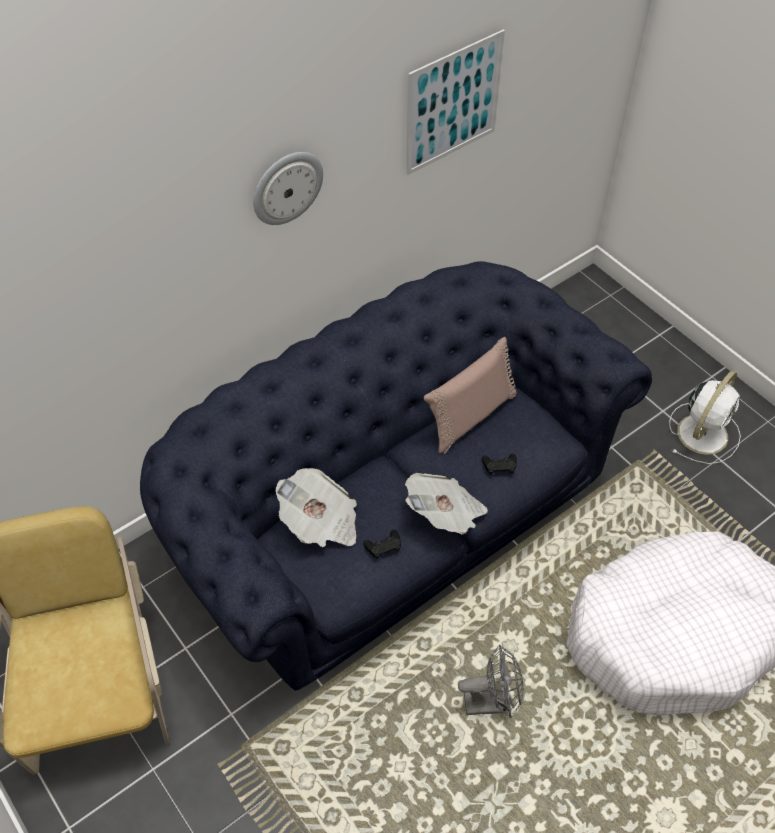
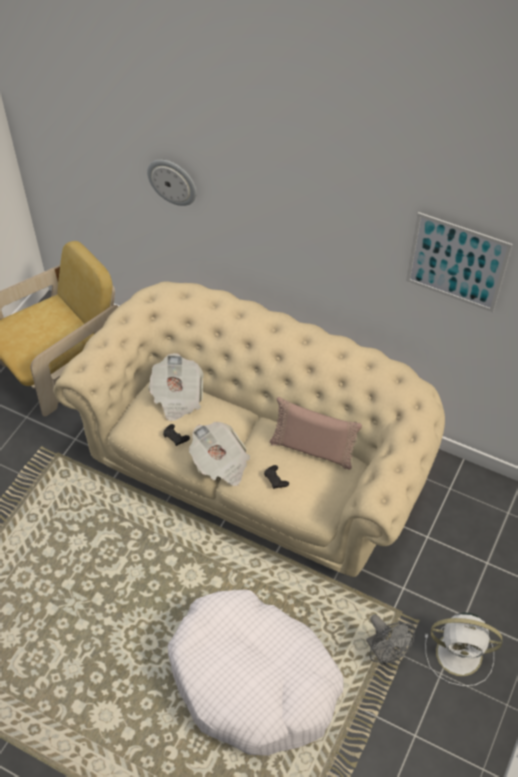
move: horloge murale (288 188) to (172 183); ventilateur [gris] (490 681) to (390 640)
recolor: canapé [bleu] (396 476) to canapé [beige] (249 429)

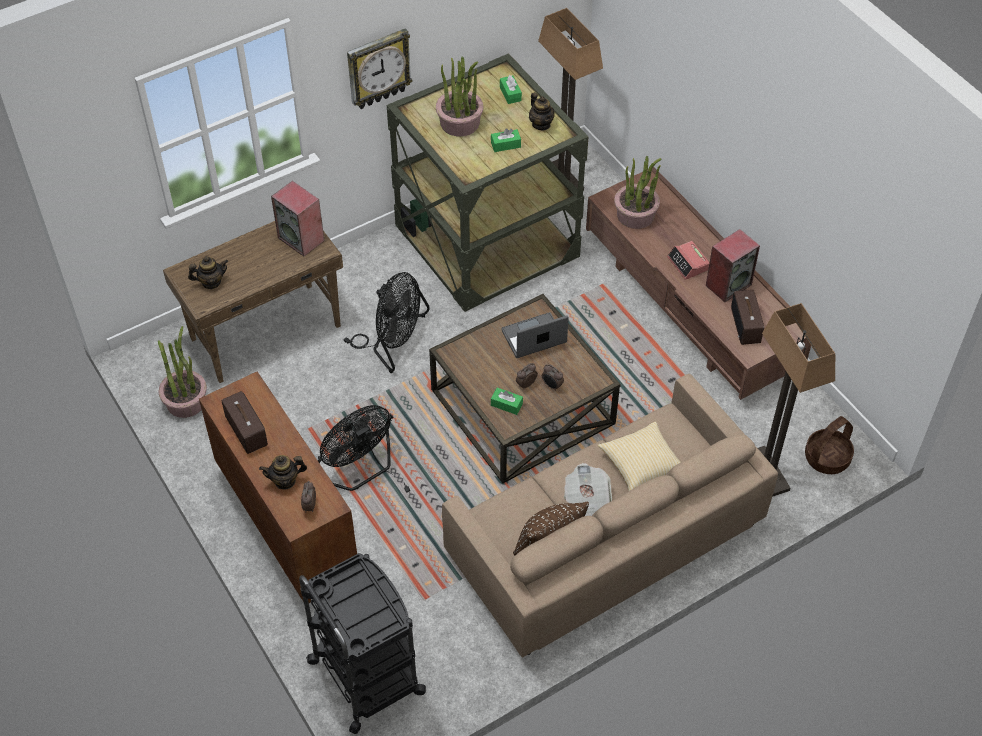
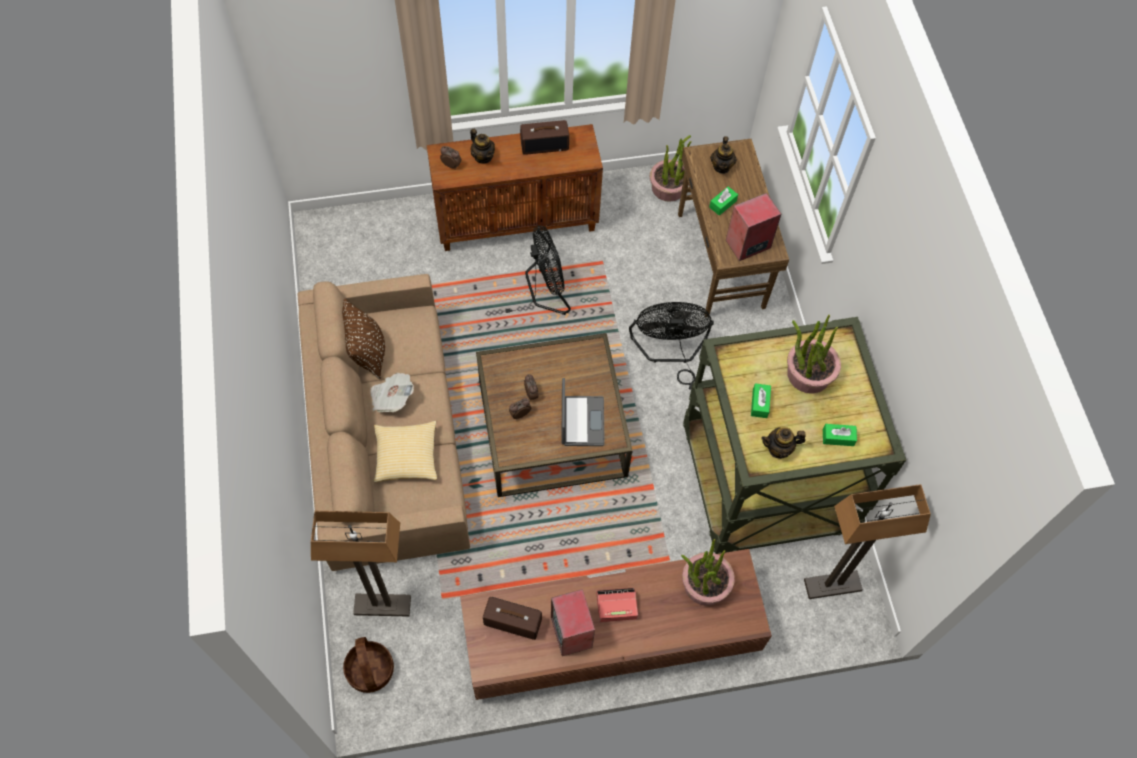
delete: chariot [noir] (362 643); horloge murale (379 68)
move: boîte à mouchoirs [vert] (507 401) to (723 201)
rotate: théière (283 472) = (482 146) 135 degrees clockwise; ventilateur [noir] (387 322) = (671 345) 135 degrees clockwise

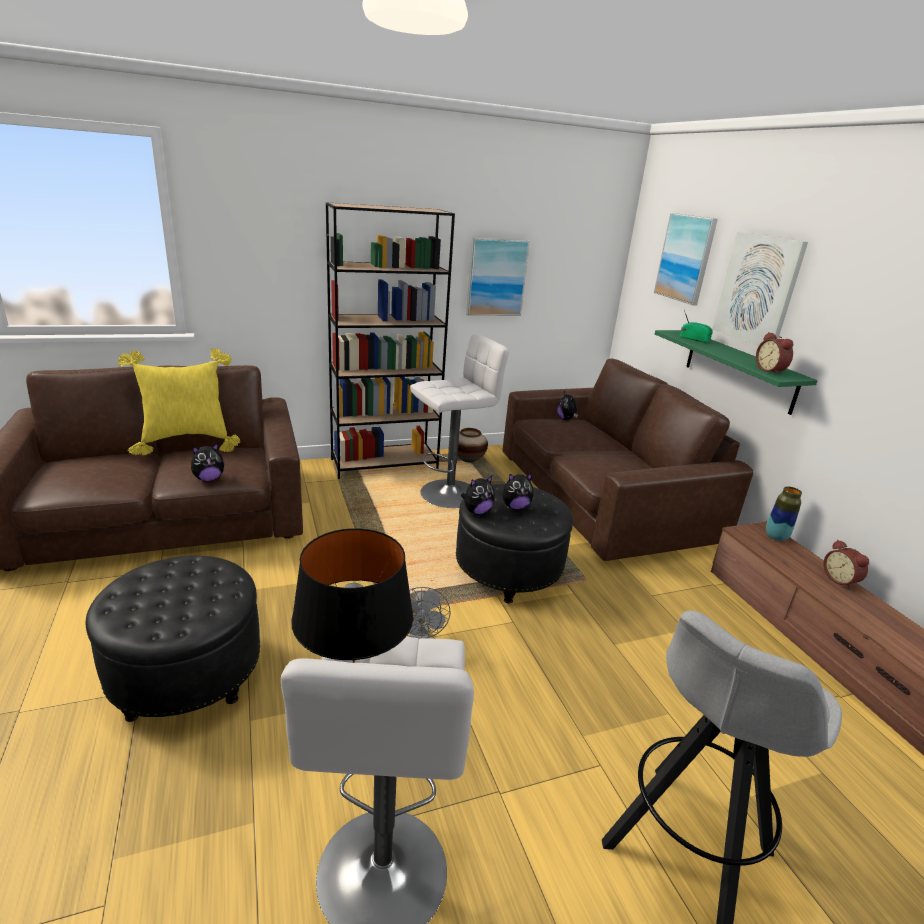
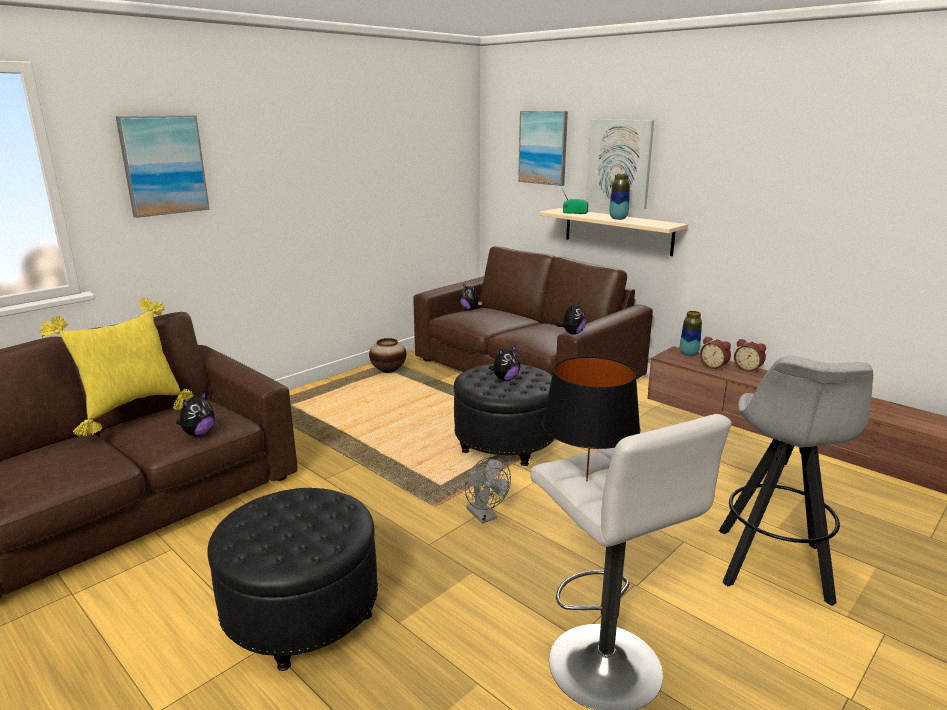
delete: bibliothèque [beige] (390 340); tabouret [blanc] (459 421)
insert: vase (619 197)
move: peluche (478 495) to (570 318); tableau (498 276) to (163 166); réveil (774 353) to (715 353)
recolor: étagère [vert] (736 372) to étagère [beige] (613 232)

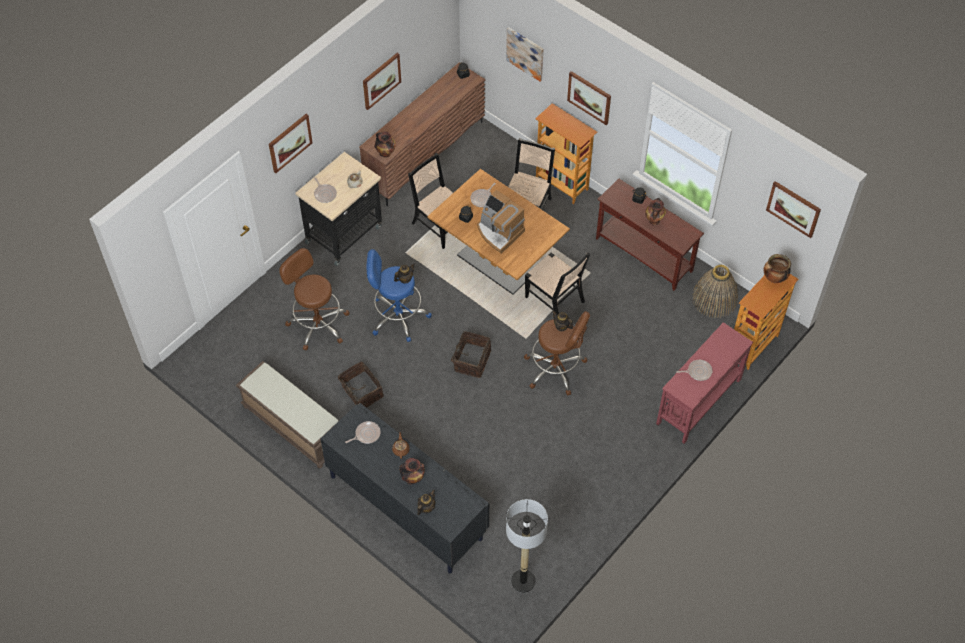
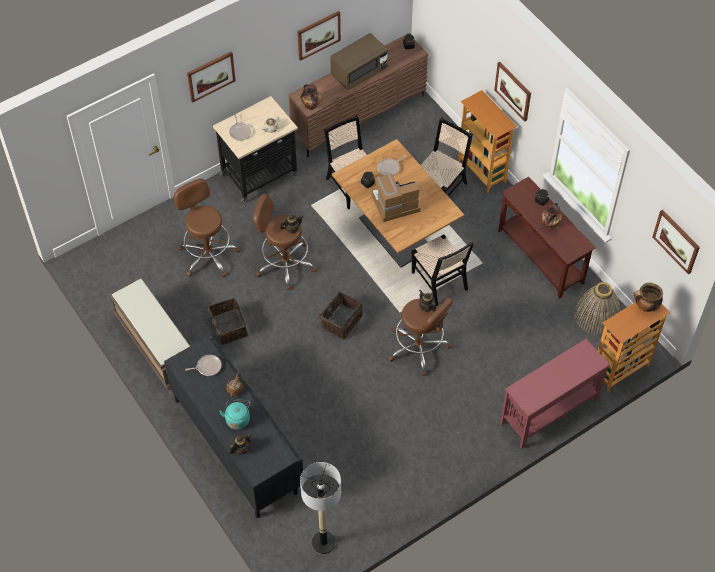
delete: tableau (525 54); poêle (694 370)
insert: micro-ondes [marron] (359 62)
replace: vase (412 471) to bouilloire [turquoise] (234 414)
recolor: tabouret [bleu] (399 295) to tabouret [marron] (285 242)
rotate: machine à café (501 222) = (395 197) 105 degrees clockwise

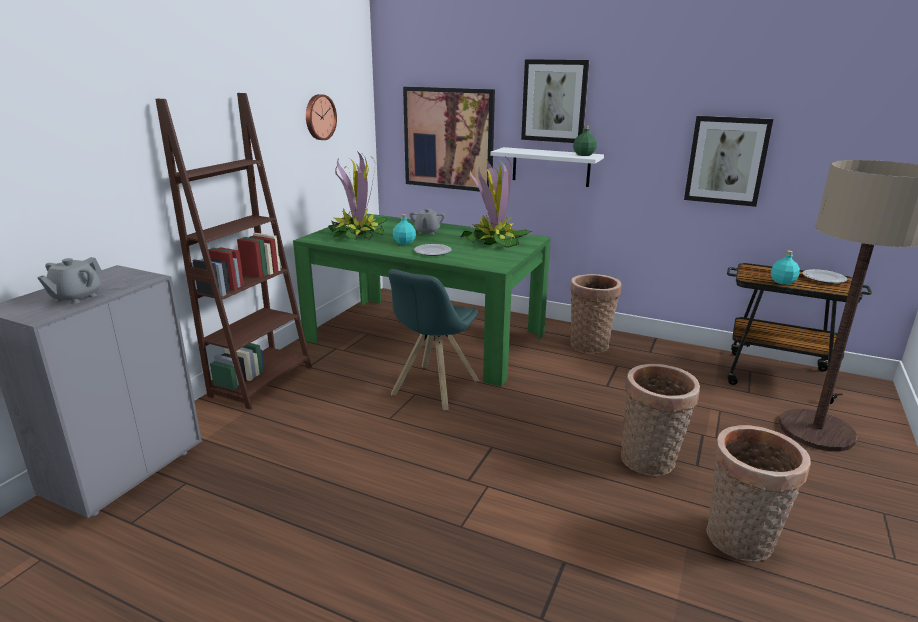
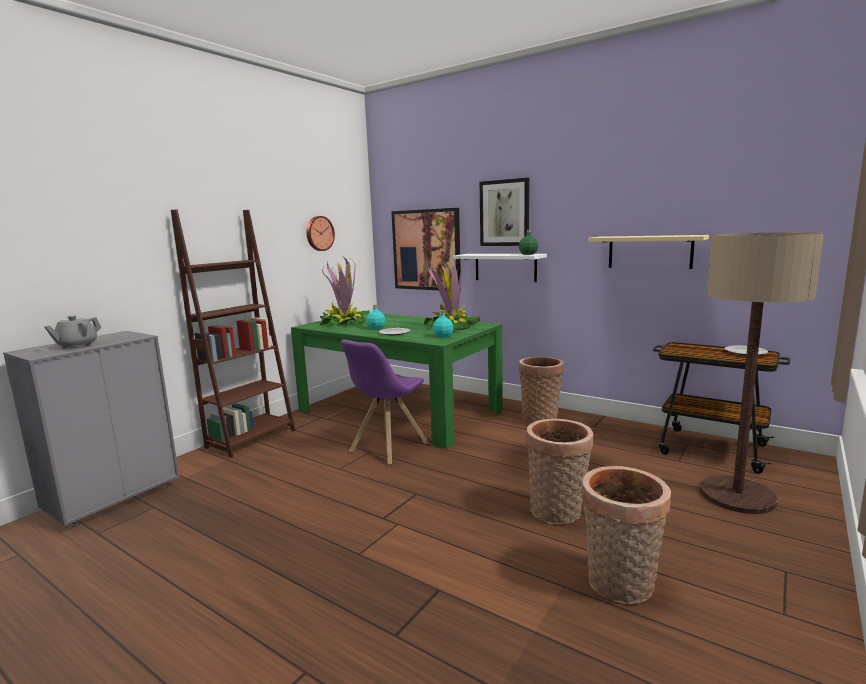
delete: théière [gris] (427 221)
move: bouteille [turquoise] (785 268) to (443 324)
replace: tableau (728 161) to étagère [beige] (648 252)
recolor: chaise [turquoise] (433 340) to chaise [violet] (385 402)

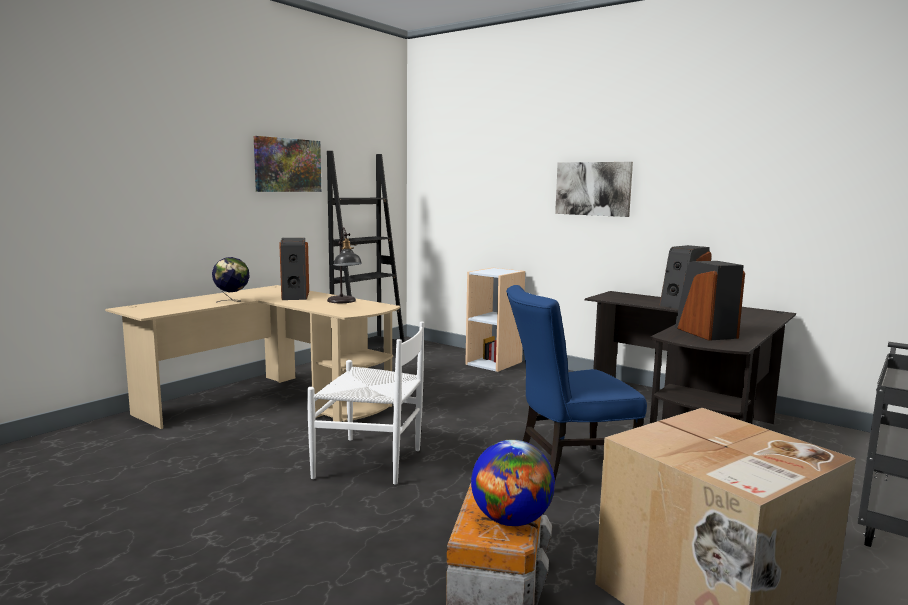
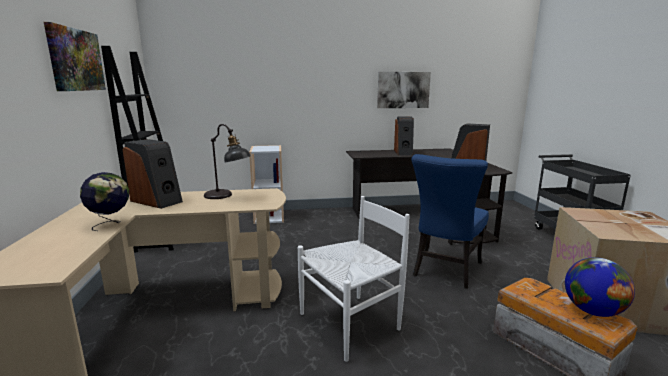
move: tableau (594 189) to (404 90)

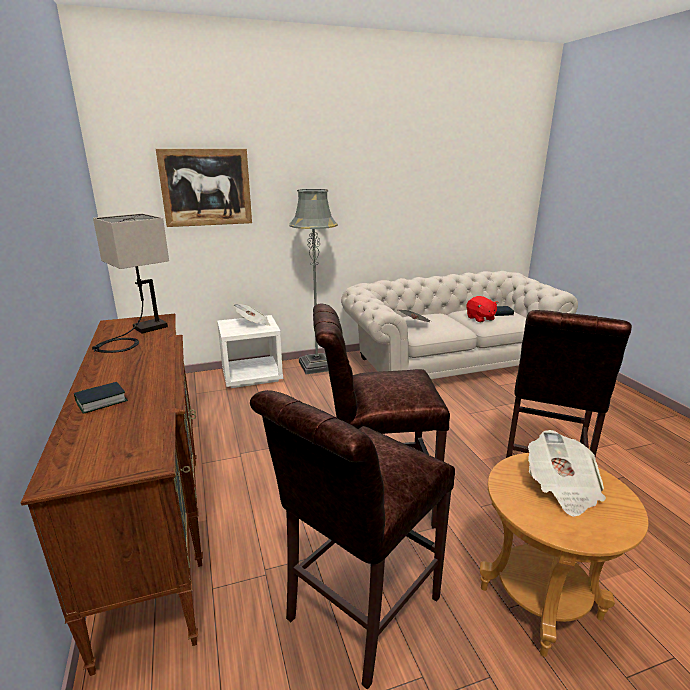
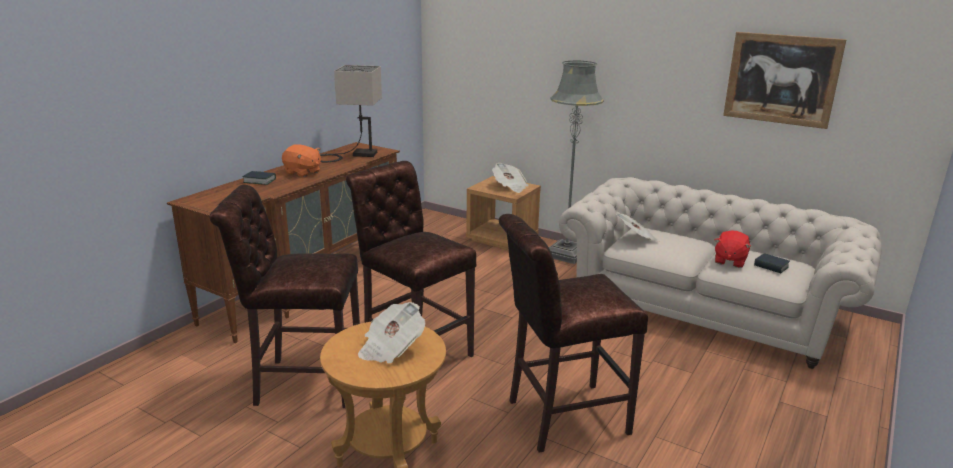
insert: peluche [orange] (301 160)
move: tableau (204 188) to (785 80)
recolor: table de chevet [blanc] (250 351) to table de chevet [marron] (503 213)

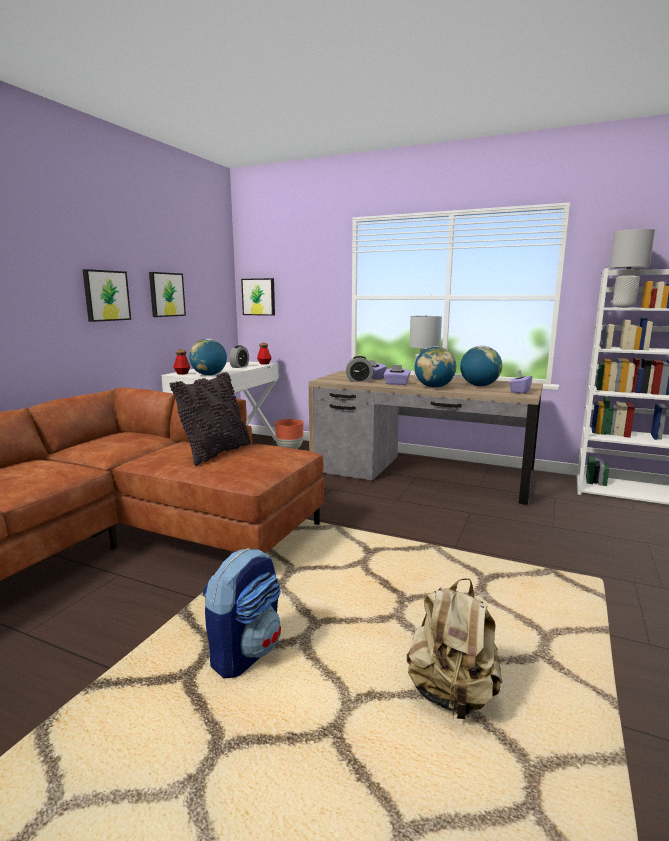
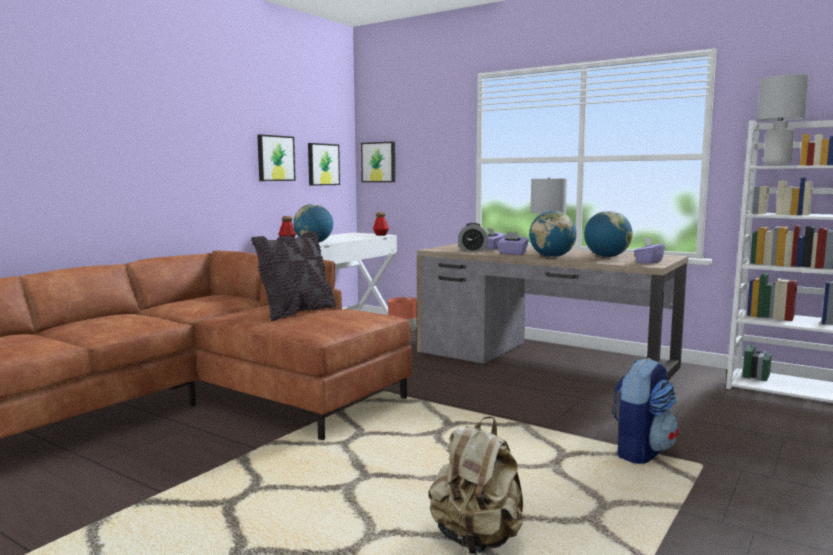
delete: réveil (239 356)
move: tableau (106 295) to (324 164); sac à dos (242 613) to (646 411)

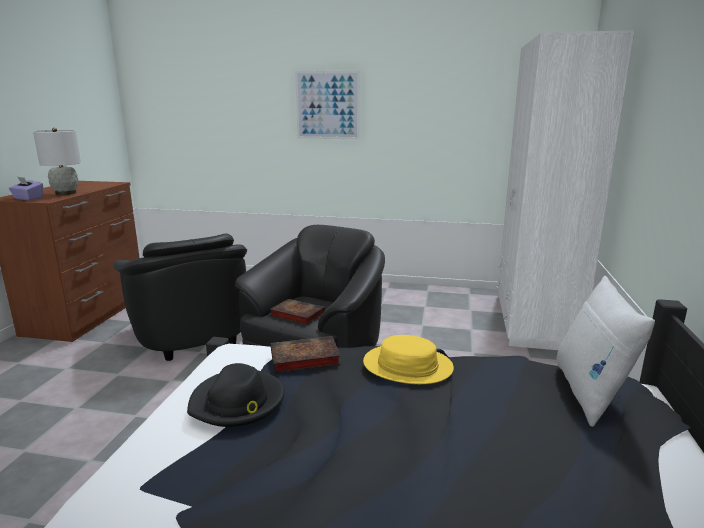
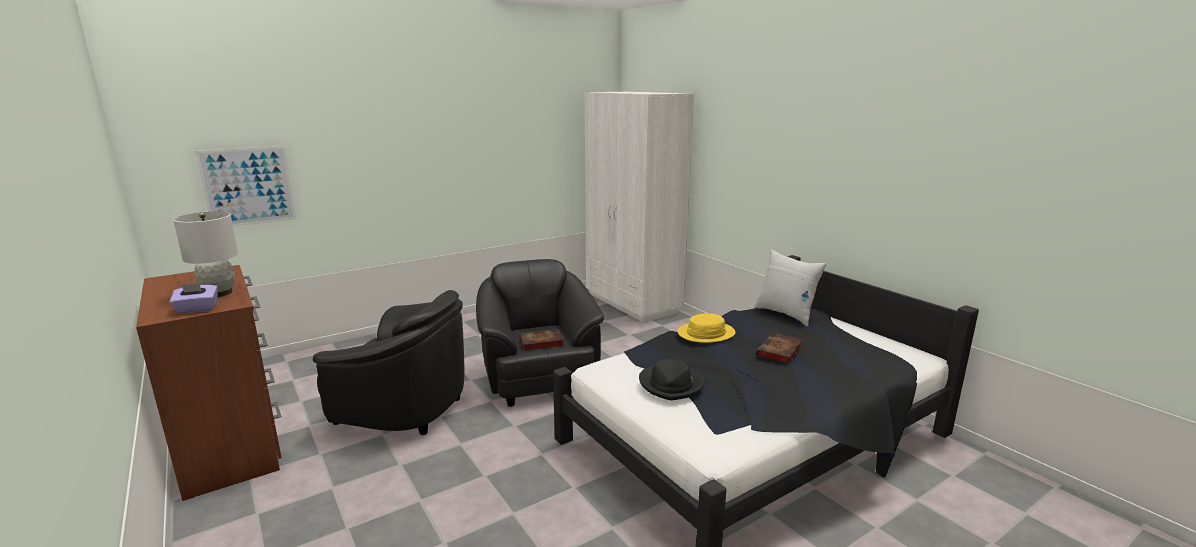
move: livre (306 354) to (780 348); tableau (327 105) to (245 186)

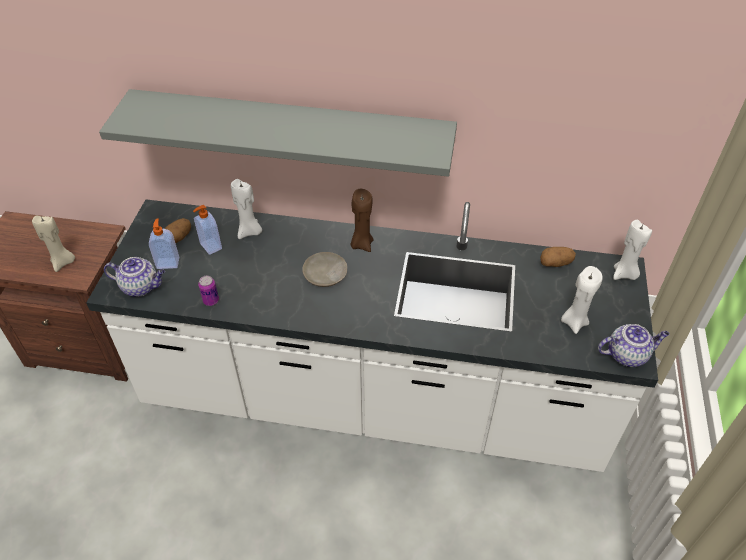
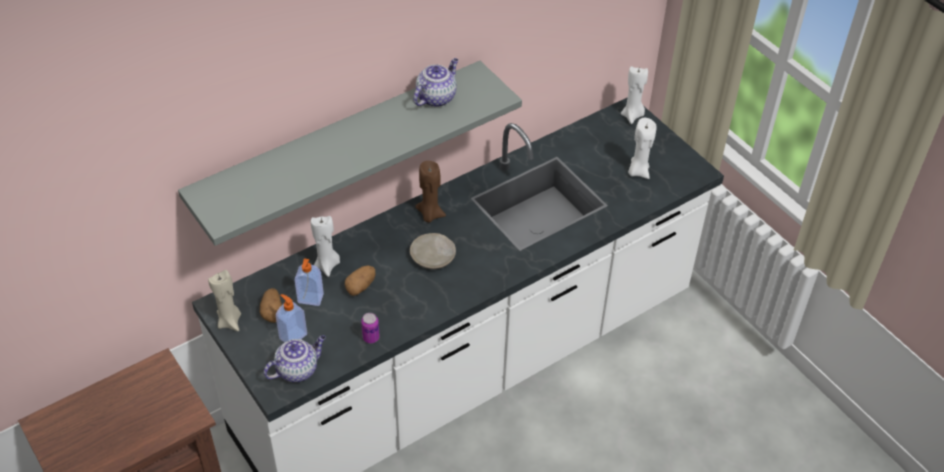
move: bougie [beige] (53 243) to (224 300); pomme de terre (558 257) to (360 281); théière (633 345) to (435 82)

